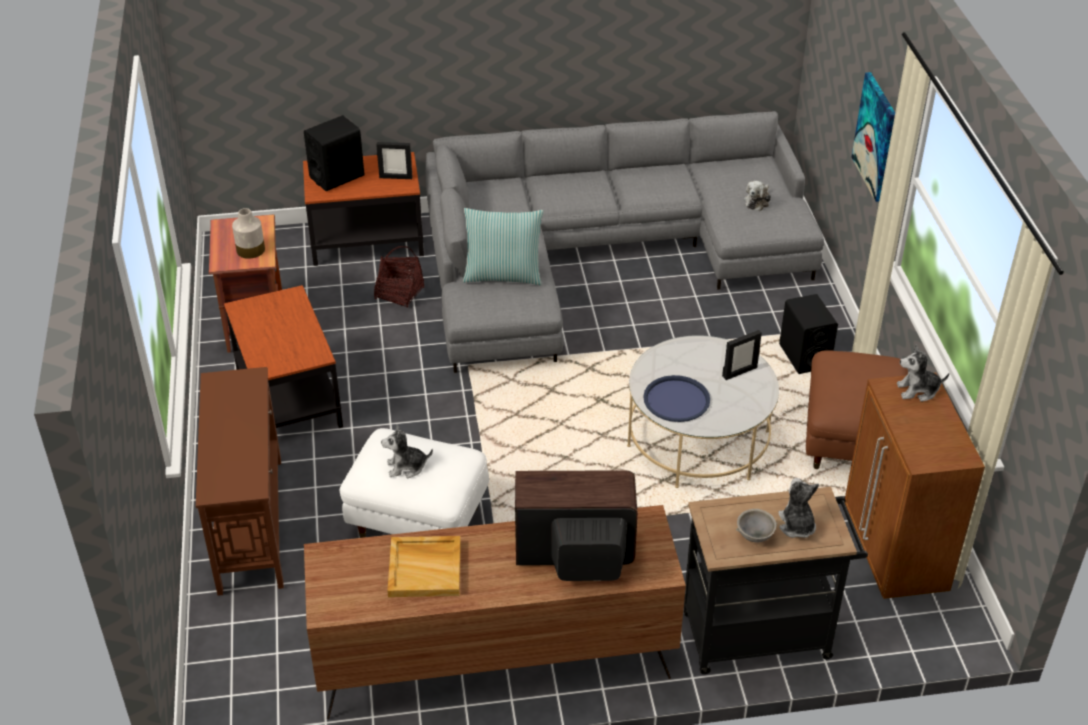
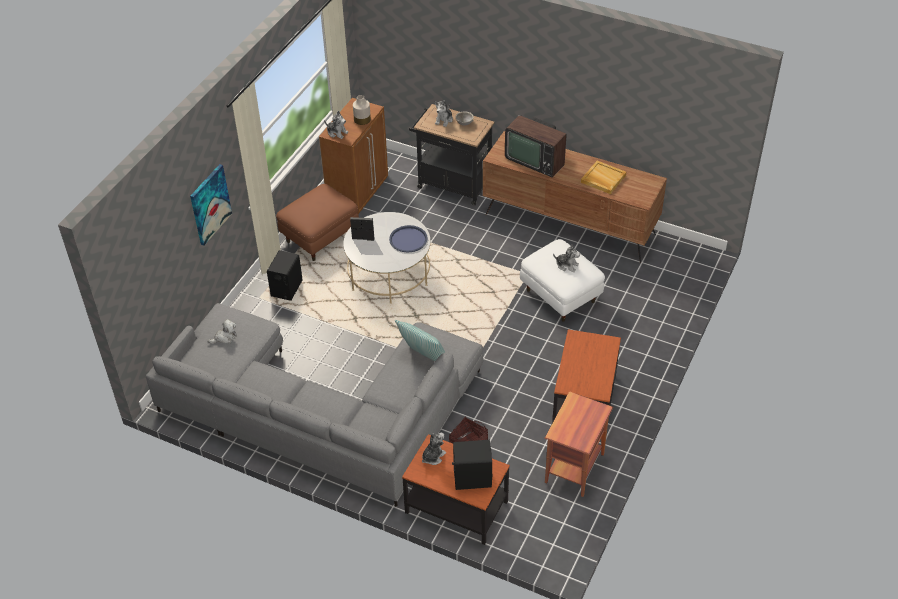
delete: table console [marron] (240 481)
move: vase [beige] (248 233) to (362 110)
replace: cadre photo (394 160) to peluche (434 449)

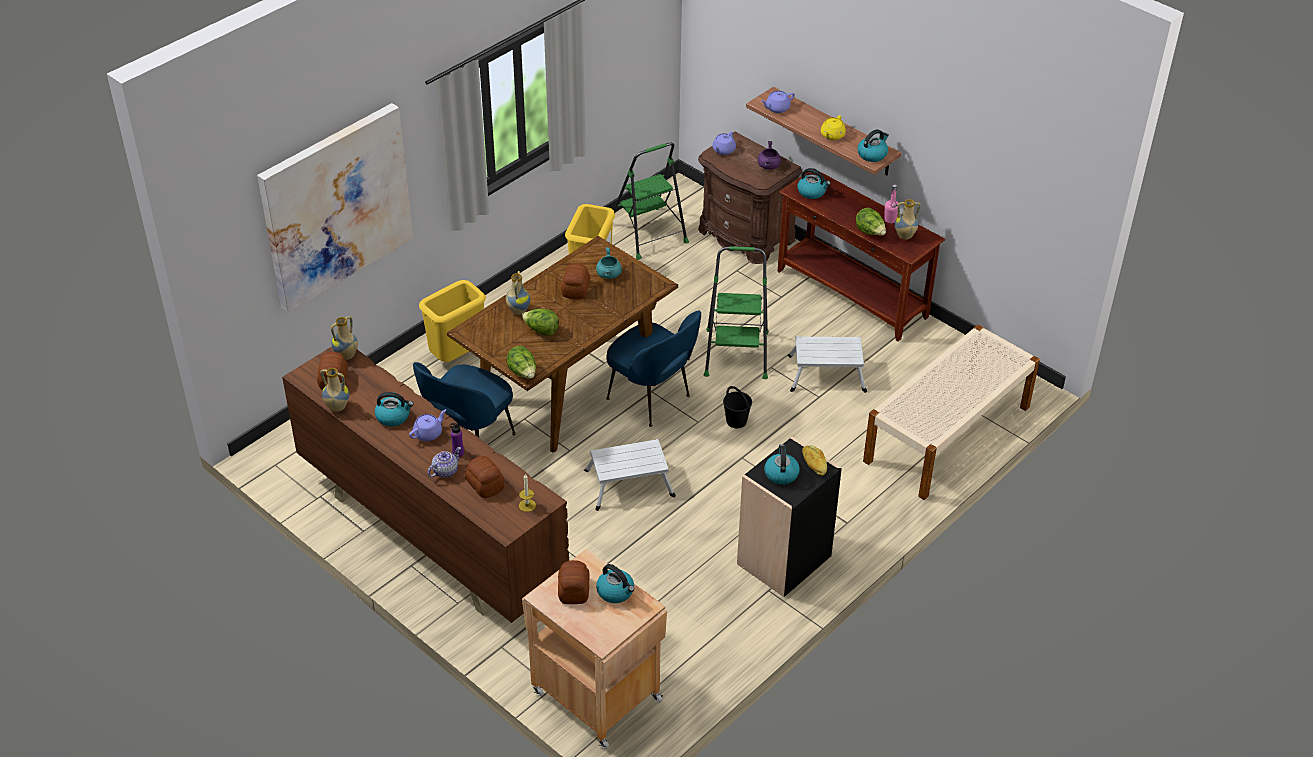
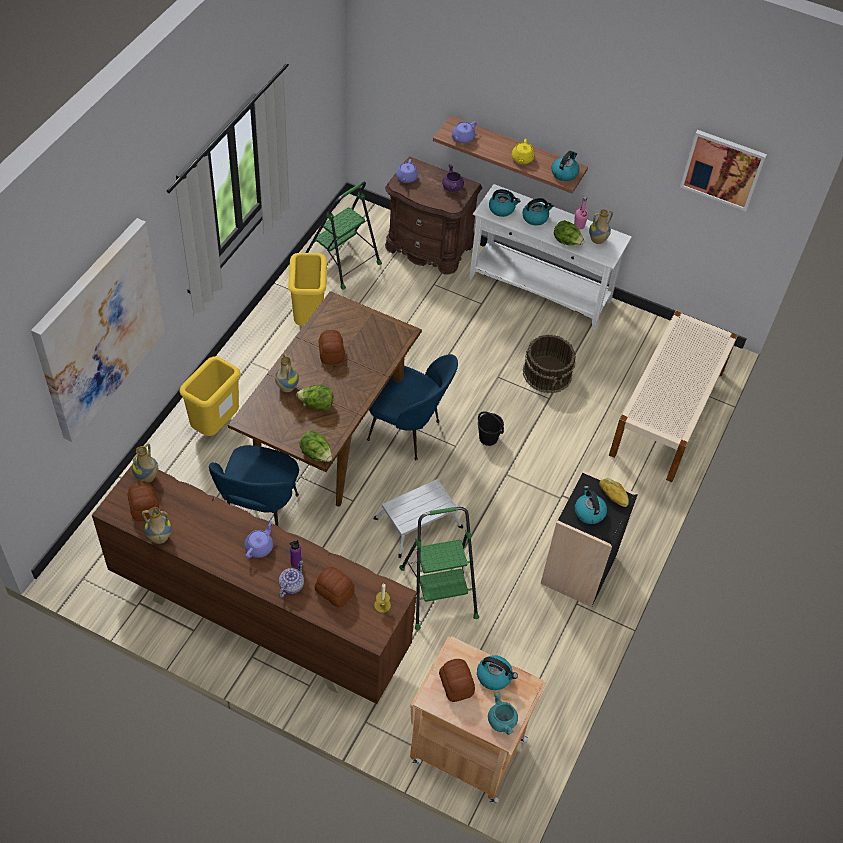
insert: tableau (723 170)
move: bouilloire (394 409) to (538 212); marmite [turquoise] (609 263) to (503 713); escabeau [vert] (736 312) to (439 568)
replace: escabeau [blanc] (827 364) to seau [marron] (549 363)
recolor: table console [marron] (861 255) to table console [blanc] (550 256)

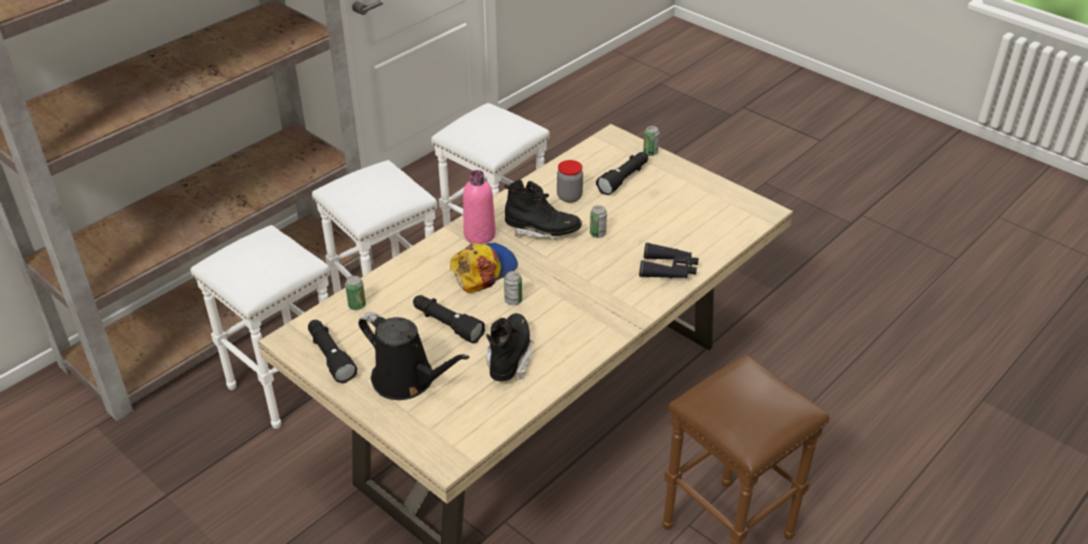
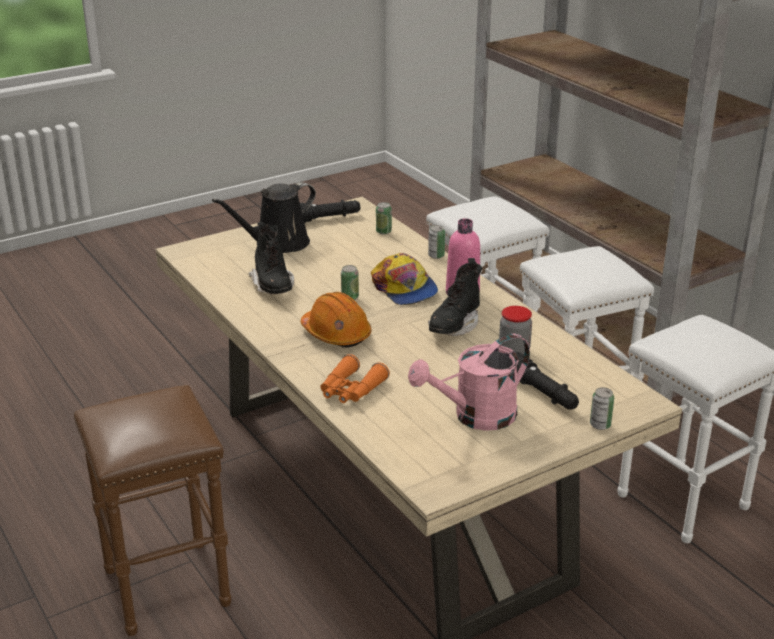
delete: lampe de poche [noir] (449 319)
insert: casque de chantier [orange] (336 320); arrosoir [rose] (469 382)
move: boîte métallique (598 221) to (436 242)
recolor: jumelles [noir] (669 261) to jumelles [orange] (355 378)
rotate: botte [noir] (510 347) = (271 258) 45 degrees clockwise

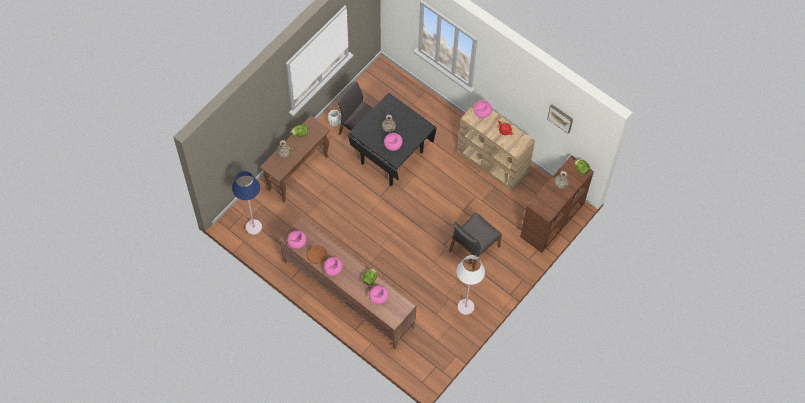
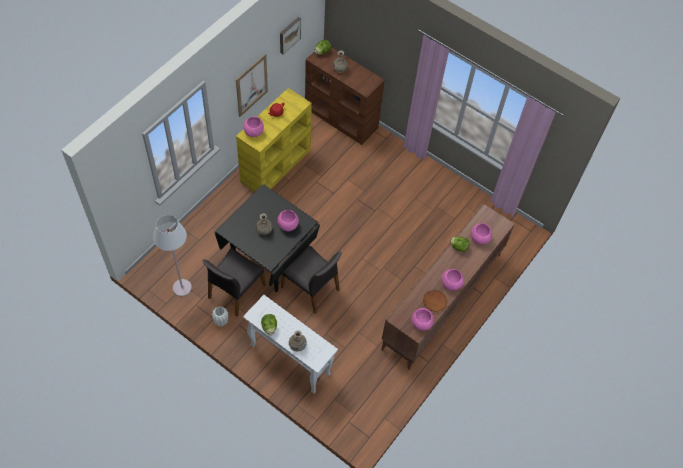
delete: lampadaire [bleu] (247 203)
insert: tableau (252 85)
move: chaise [gris] (475 242) to (311 279); lampadaire [blanc] (471 285) to (172 256)
recolor: table console [marron] (295 159) to table console [blanc] (290 344); bibliothèque [marron] (496 146) to bibliothèque [jaune] (274 140)

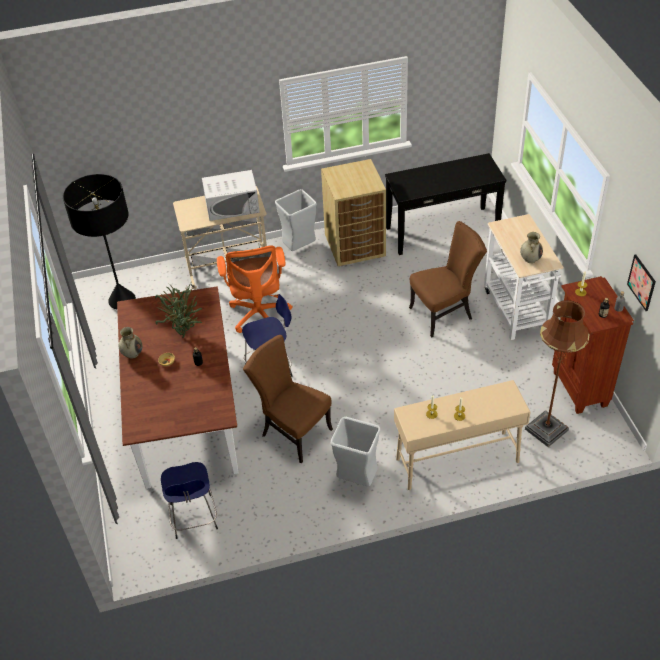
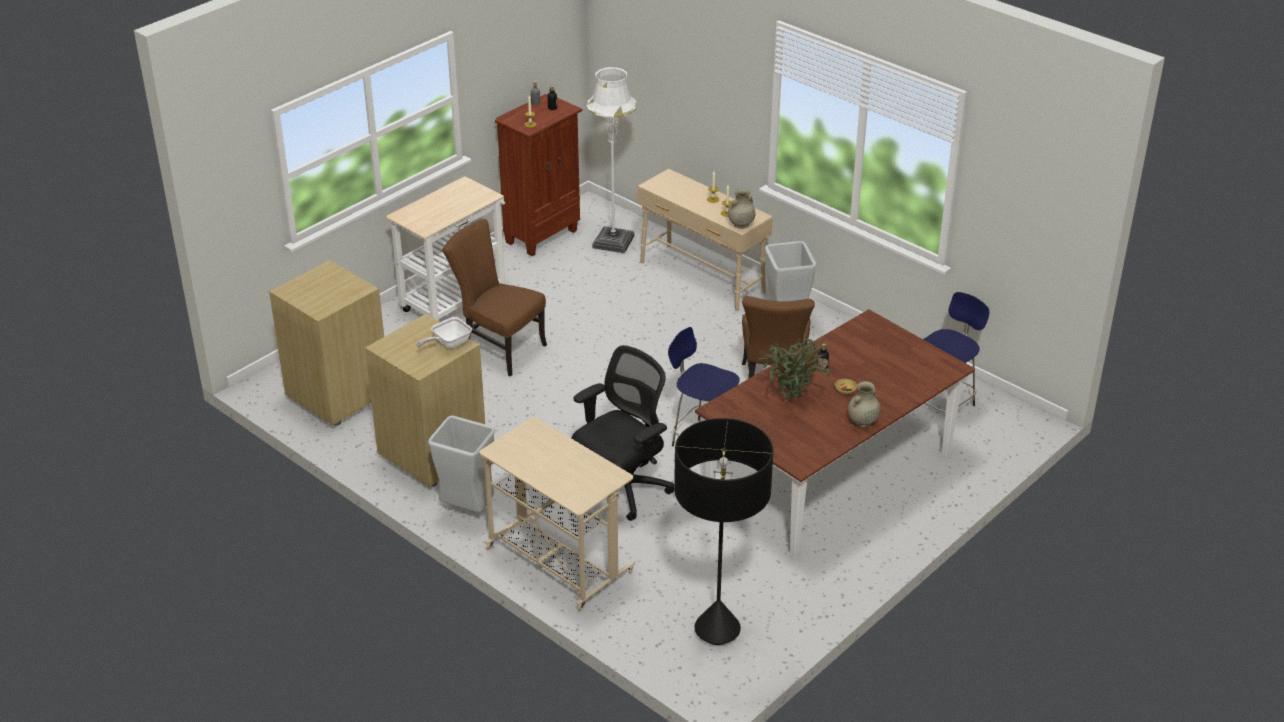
delete: micro-ondes [blanc] (231 195); tableau (641 283)
insert: poêle (444 333)
move: vase [beige] (531 247) to (741 208)
replace: table console [noir] (445 204) to commode [marron] (326 343)
recolor: chaise de bureau [orange] (255 289) to chaise de bureau [noir] (622 433); lampadaire [marron] (557 373) to lampadaire [blanc] (611 160)

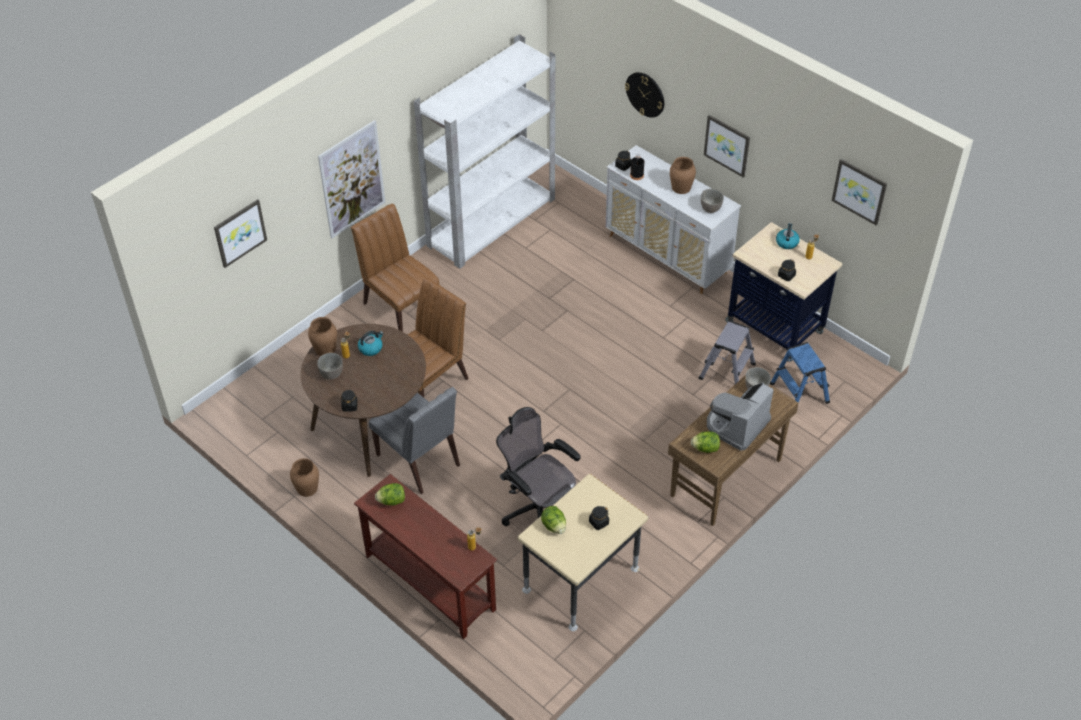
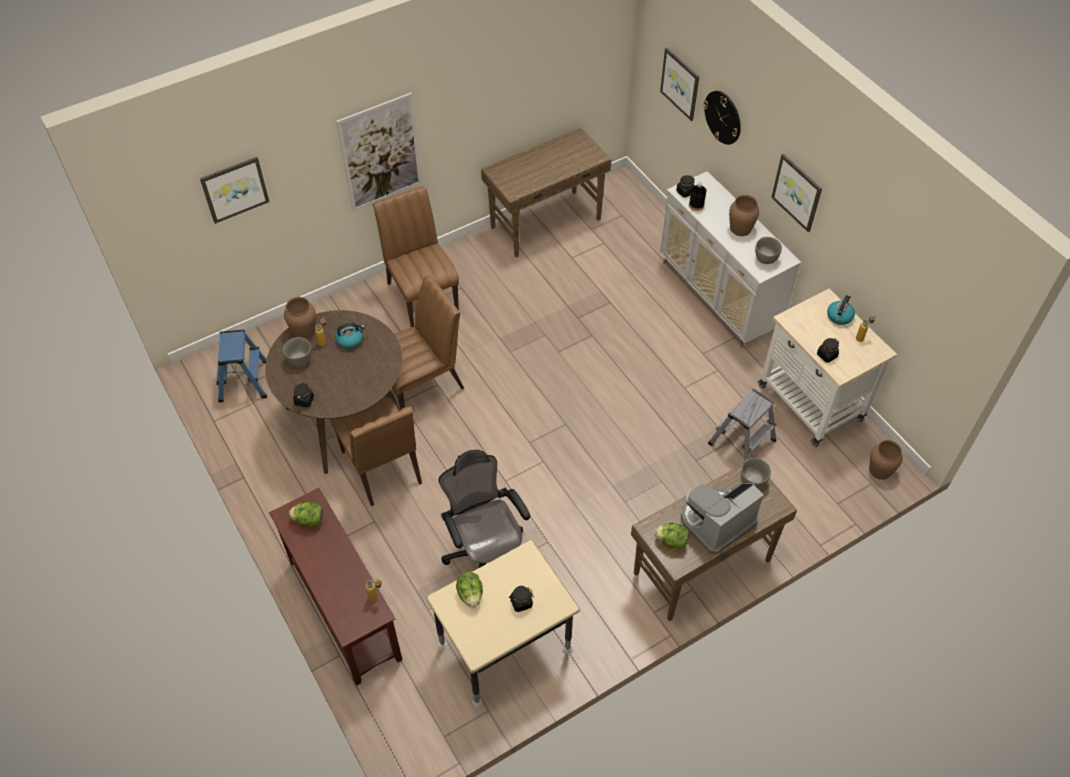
move: vase [marron] (304 477) to (886 460); escabeau [bleu] (800 373) to (241 366); tableau (859 192) to (679 84)
replace: bibliothèque [blanc] (484 151) to table console [marron] (546 193)
recolor: chaise [gris] (414 440) to chaise [marron] (376 451); chariot [bleu] (784 292) to chariot [blanc] (827 368)

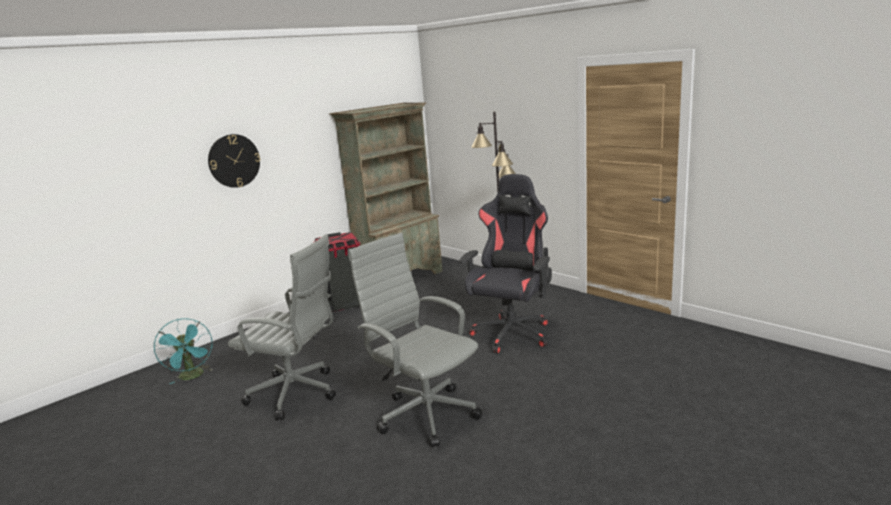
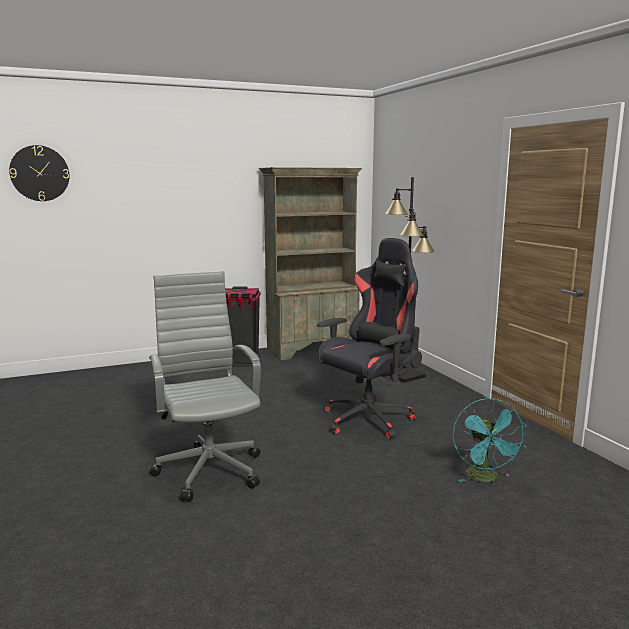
delete: chaise de bureau [gris] (282 327)
move: ventilateur [turquoise] (183 351) to (490 440); horloge murale (234 161) to (39 173)

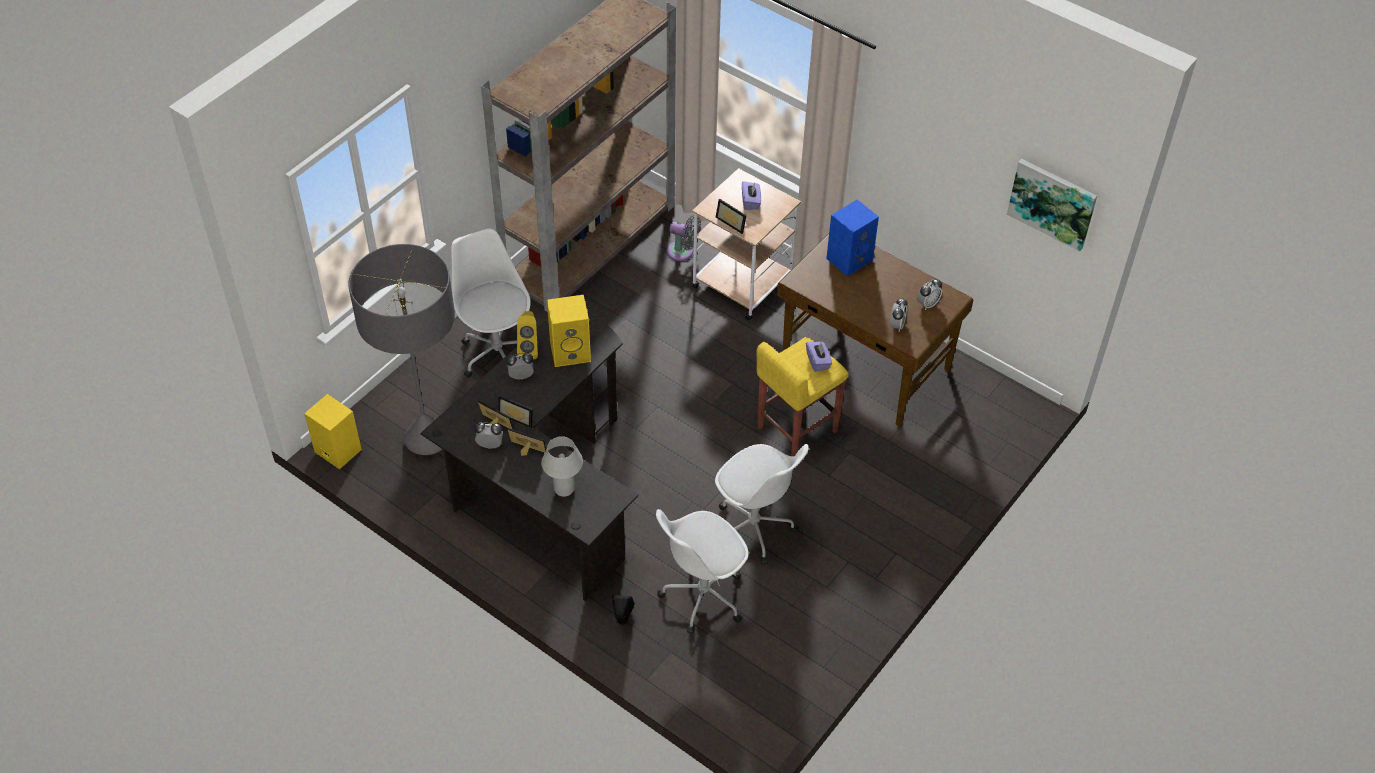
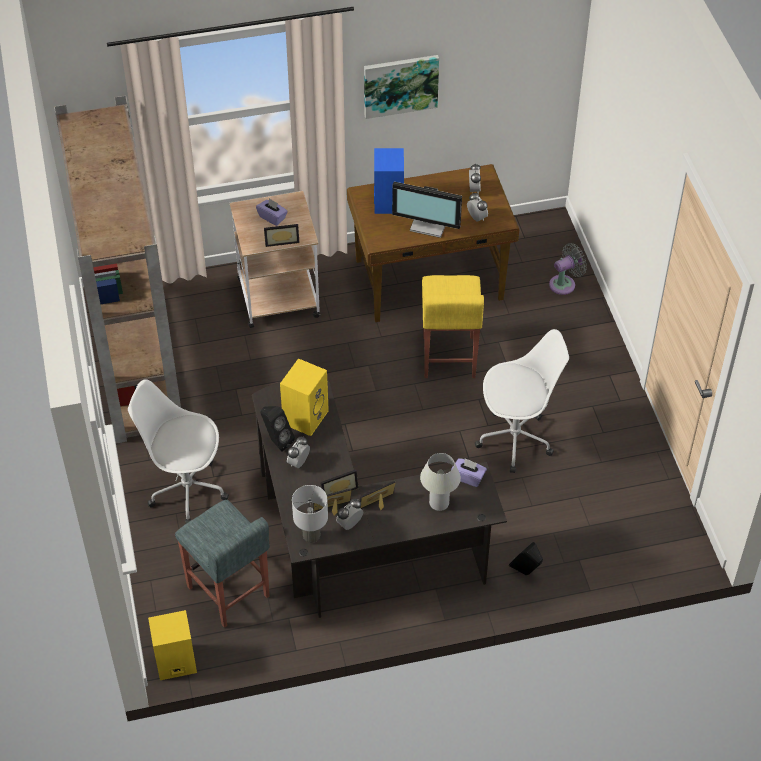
delete: chaise de bureau [blanc] (702 571)
insert: lampe de table [blanc] (310 514); écran d'ordinateur (427 210)
move: ventilateur [gris] (684 238) to (568 269); boîte à mouchoirs [violet] (819 356) to (469 472); tableau (1052 205) to (401 87)
replace: lampadaire [gris] (401 349) to tabouret [gris] (222 564)
recolor: enceinte [jaune] (527 335) to enceinte [noir] (277 429)

